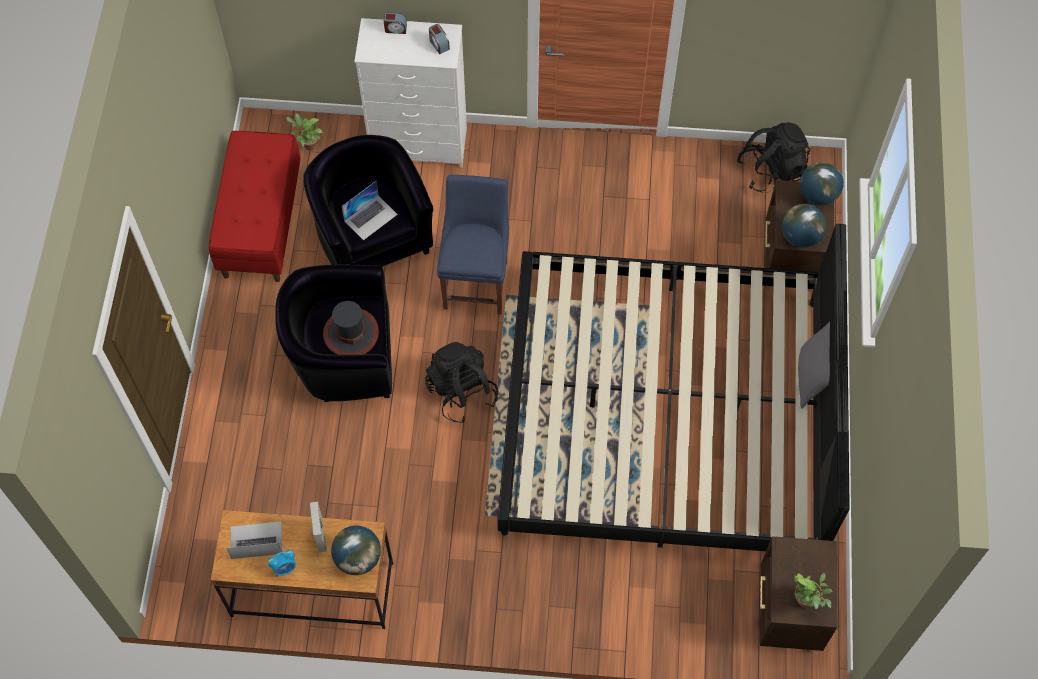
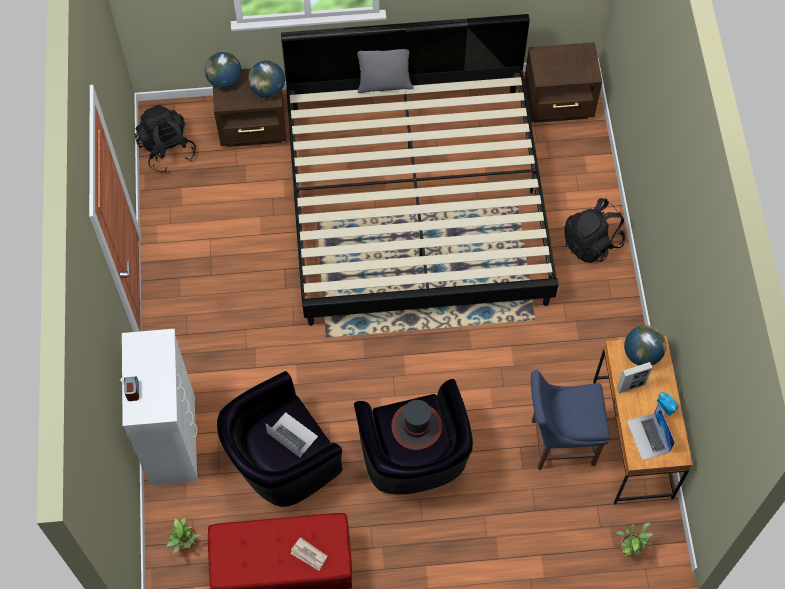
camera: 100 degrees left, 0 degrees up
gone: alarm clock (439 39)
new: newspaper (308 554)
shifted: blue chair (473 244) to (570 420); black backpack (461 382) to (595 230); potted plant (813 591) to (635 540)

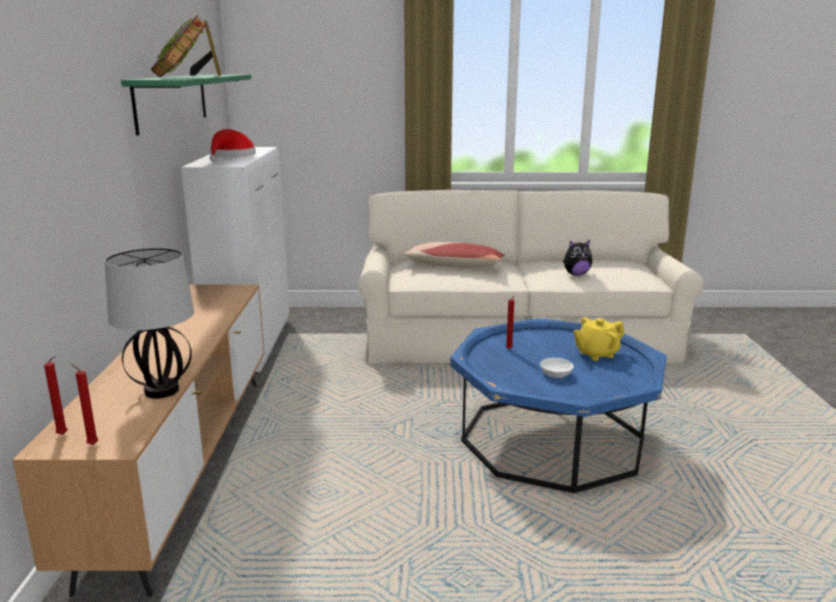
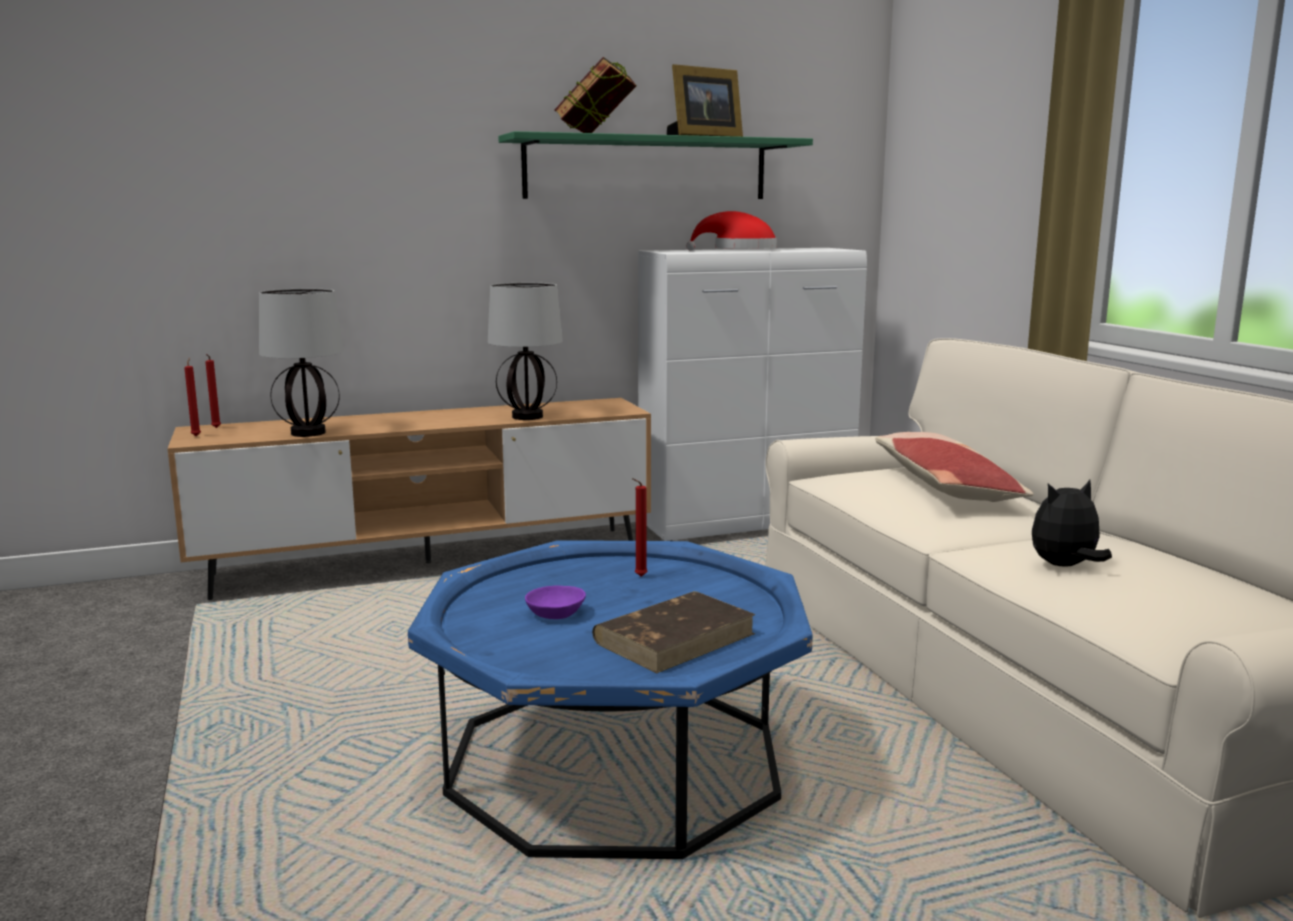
camera: 70 degrees right, 5 degrees down
new: table lamp (525 351)
swapped: yellow teapot (598 339) to brown book (674 632)
repainted: white bowl (557 368) to purple bowl (555 602)
rotated: plush toy (577 258) = (1072 523) 105 degrees clockwise

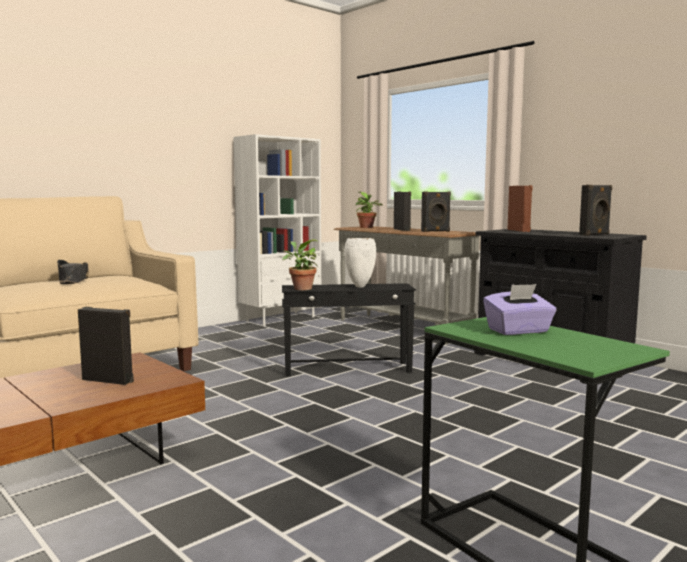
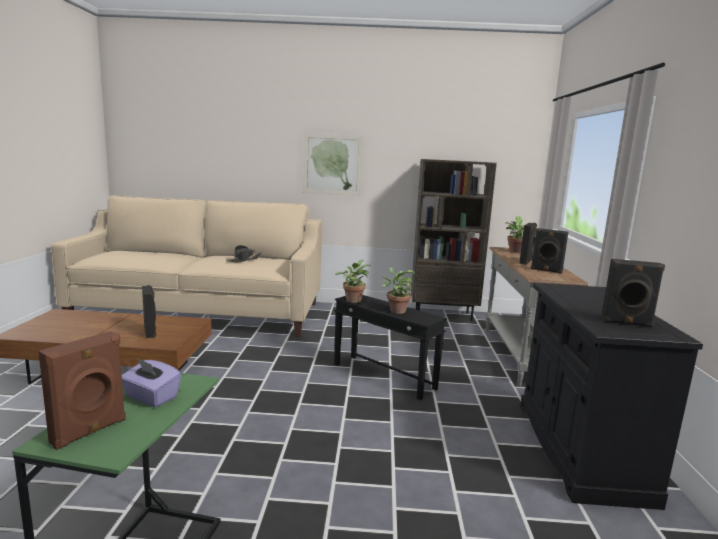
camera: 45 degrees right, 5 degrees up
new: picture (333 164)
shifted: brown speaker (520 208) to (82 390)
swapped: white vase (360 263) to potted plant (398 290)
repainted: white bookcase (277 230) to brown bookcase (454 240)

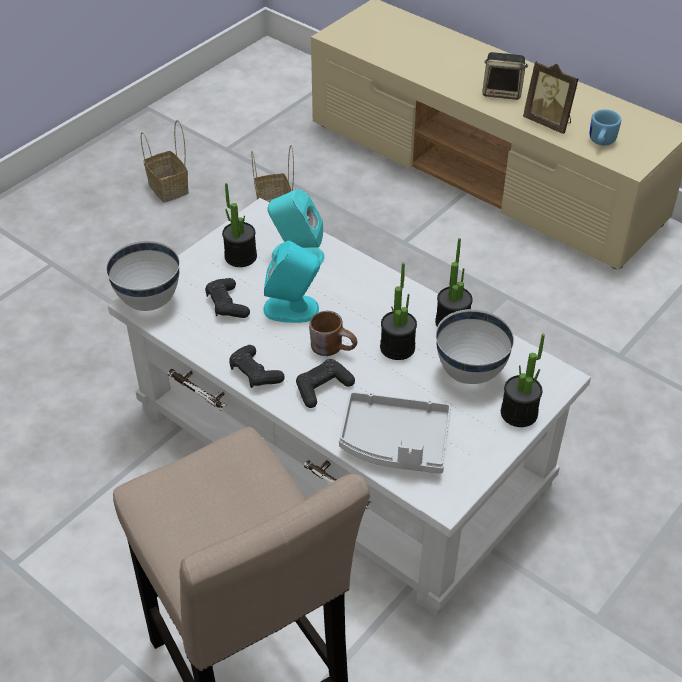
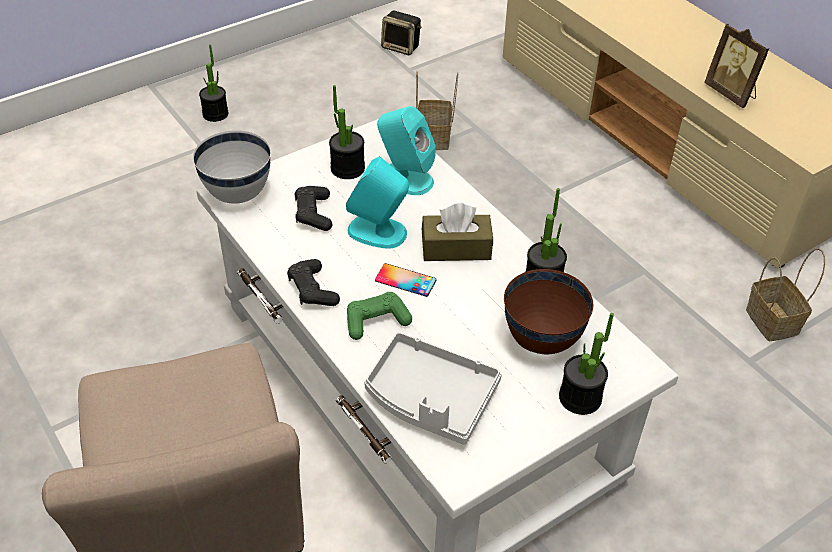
camera: 15 degrees right, 0 degrees up
gone: blue mug (605 127)
new: brown tissue box (457 232)
shifted: potted plant (398 311) to (214 83); speaker (505 76) to (401 33); basket (165 161) to (785 294)
swapped: brown mug (333 333) to phone (405 280)
repainted: black game controller (325 383) to green game controller (379 316); white bowl (475 346) to brown bowl (548 311)

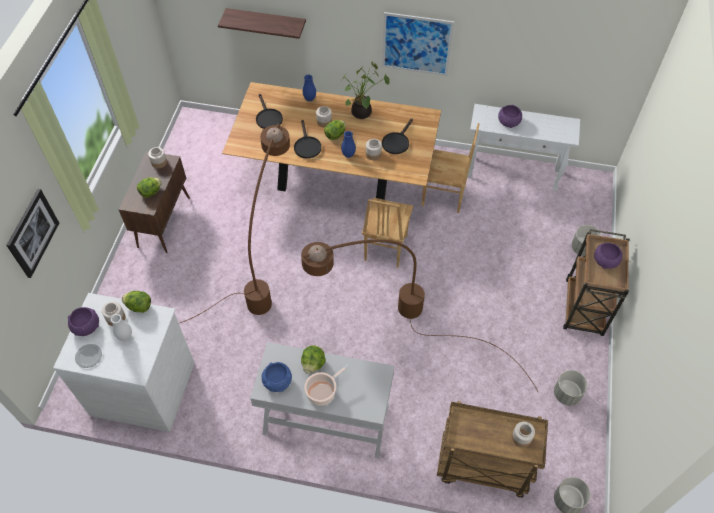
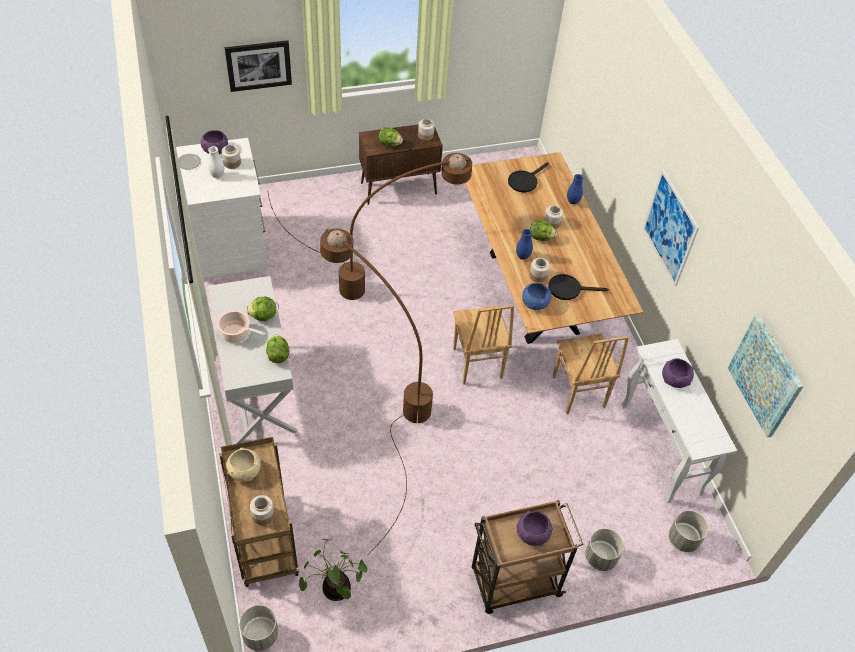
camera: 60 degrees right, 5 degrees down
gone: shelf (262 23); black frying pan (307 139)
new: beige bowl (243 465); picture (766 376)
shifted: lettuce (136 302) to (277 349); potted plant (366 90) to (333 570); blue bowl (277 377) to (537 296); grey planter (571 388) to (689 531)
rotated: brown chair (387 232) = (483 345) 90 degrees counterclockwise

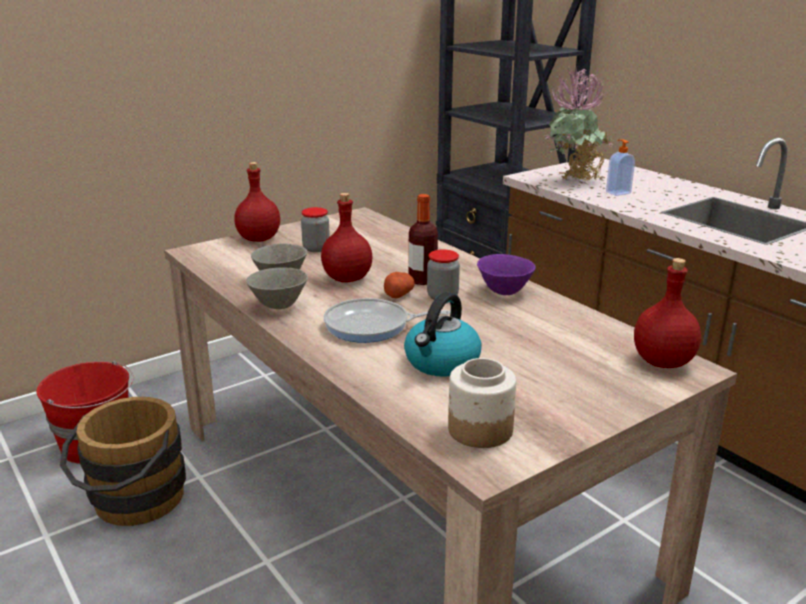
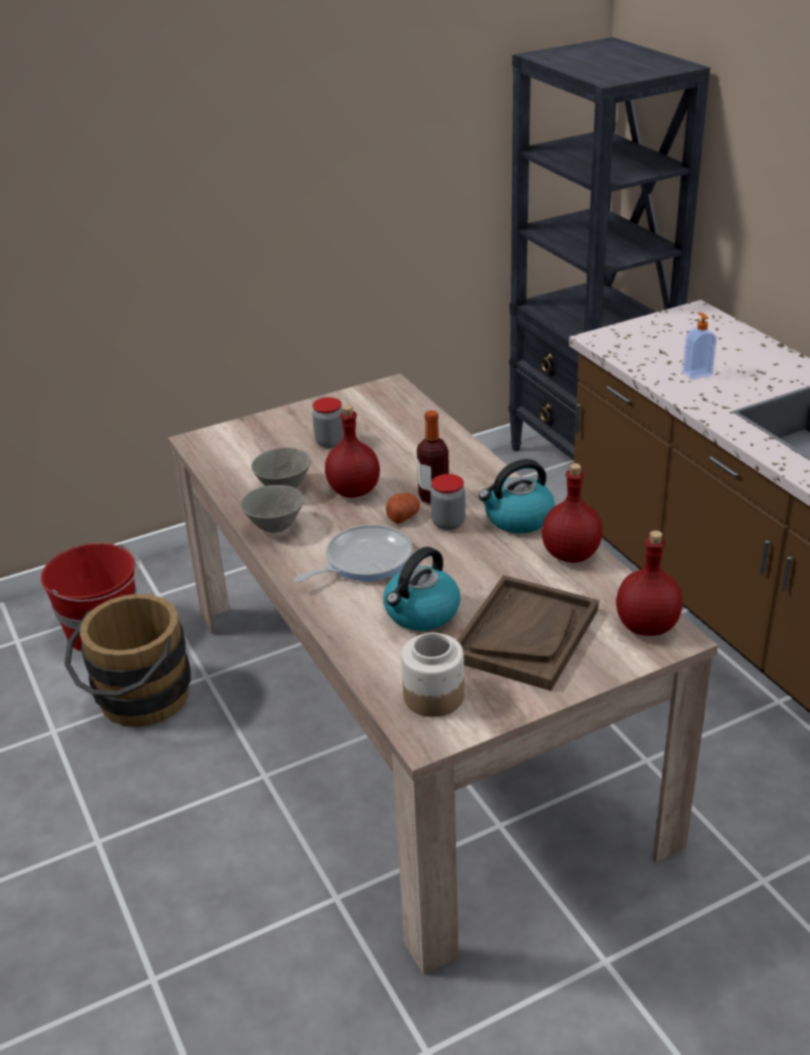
camera: 10 degrees right, 10 degrees up
gone: potted plant (579 123)
new: brown tray (528 633)
shifted: red bottle (257 202) to (572 513)
swapped: purple bowl (506 274) to kettle (516 496)
rotated: frying pan (387 320) = (353 553) 135 degrees clockwise

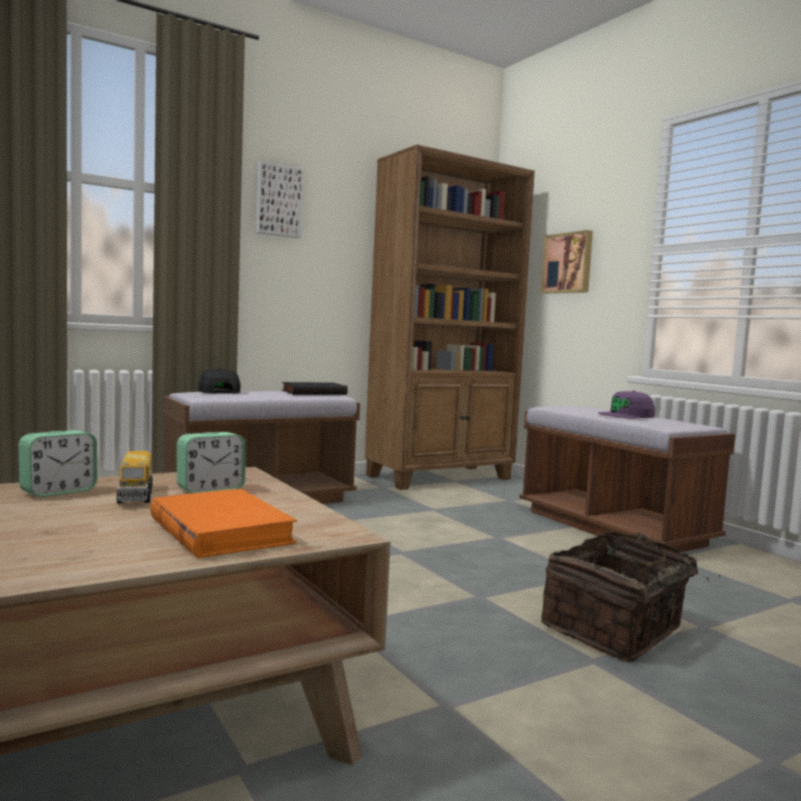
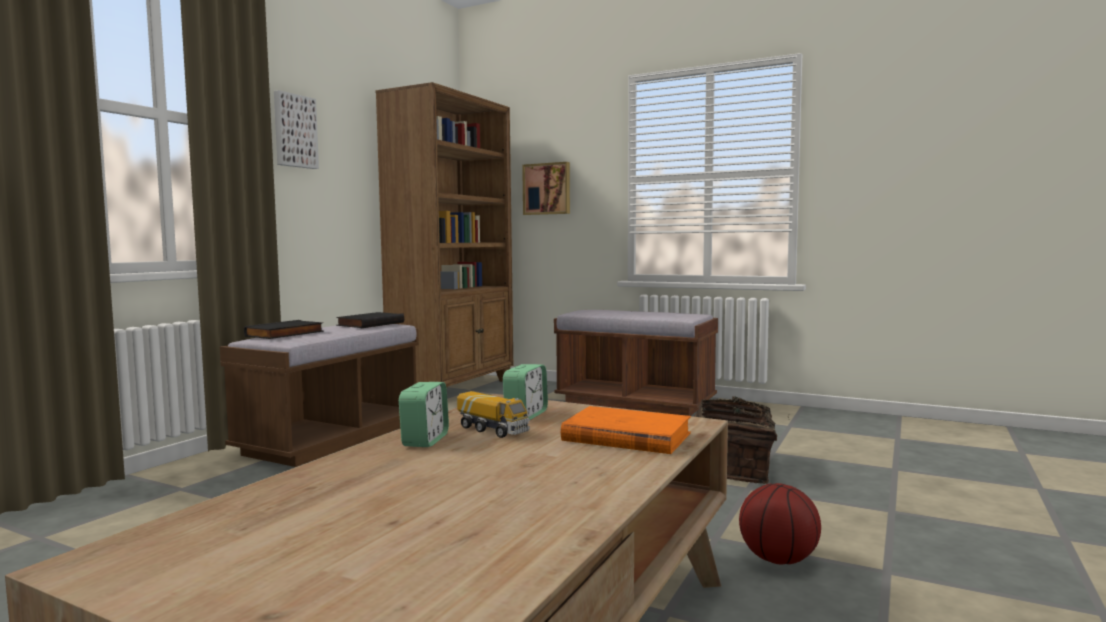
camera: 30 degrees left, 0 degrees up
gone: purple cap (626 404)
new: basketball (780 523)
swapped: black cap (218 381) to black book (284 329)

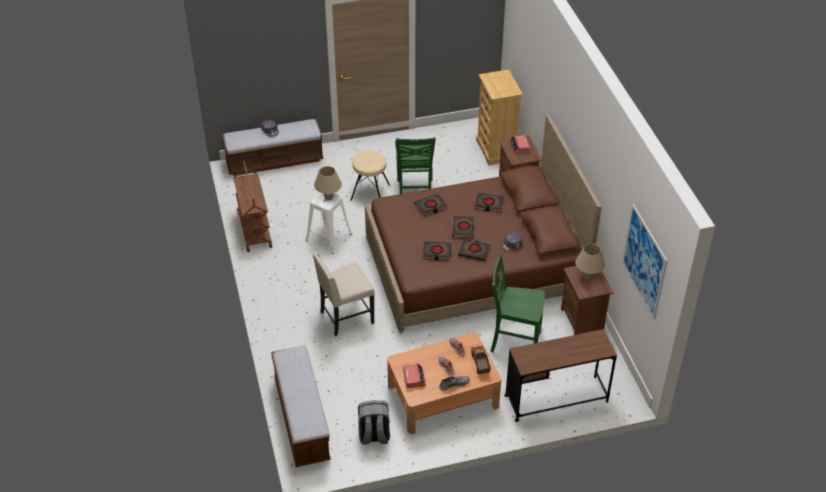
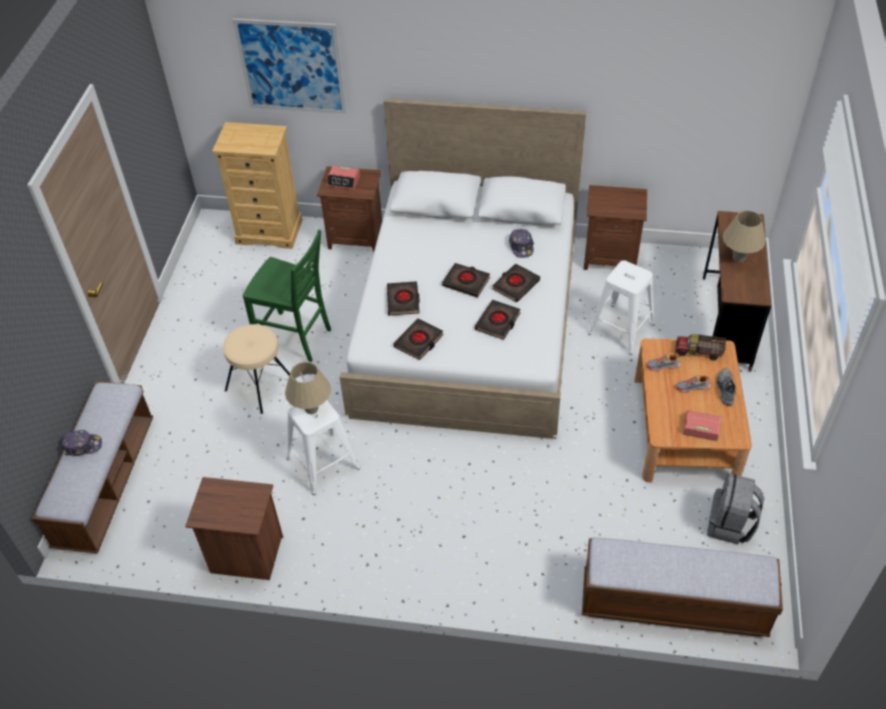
camera: 65 degrees left, 5 degrees up
gone: beige chair (343 294)
shifted: picture (645 262) to (290 66); black book (489 202) to (419 339); beige table lamp (590 262) to (744 236)
swapped: brown cart (252 206) to brown nightstand (234 528); green chair (518 303) to white stool (621 307)
repainted: brown bed (483 224) to white bed (462 269)

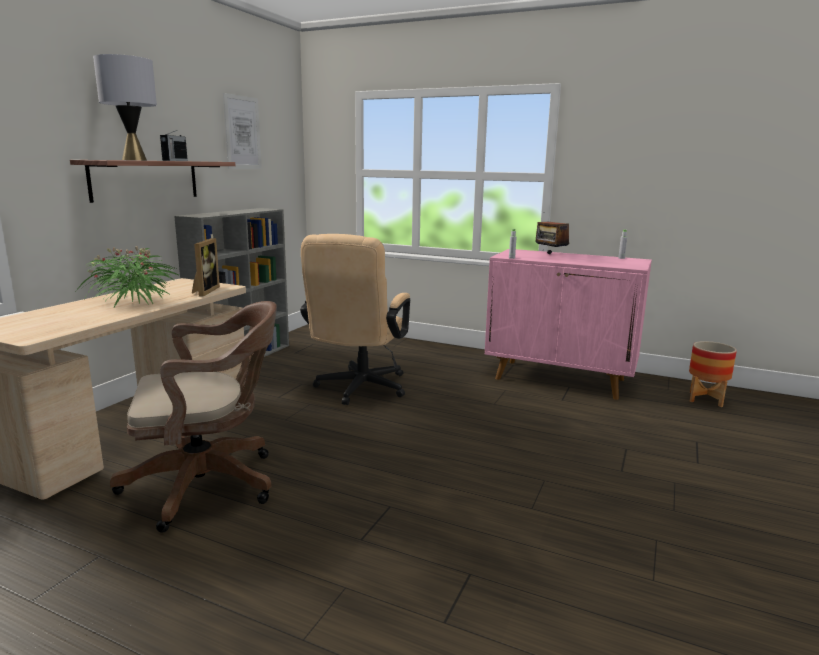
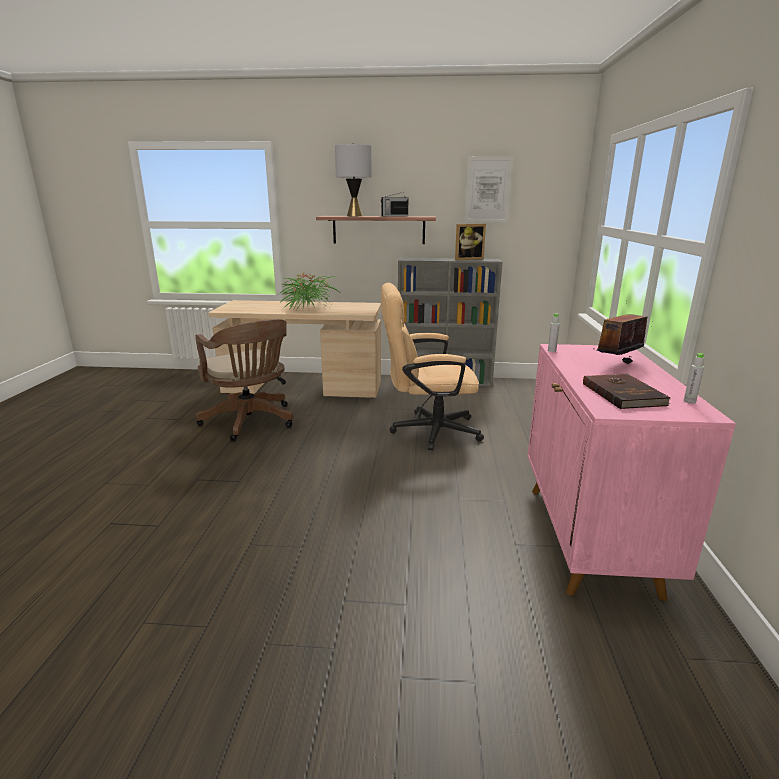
camera: 70 degrees right, 5 degrees up
gone: planter (713 374)
new: brown book (626 391)
shifted: picture frame (206 267) to (470 242)

